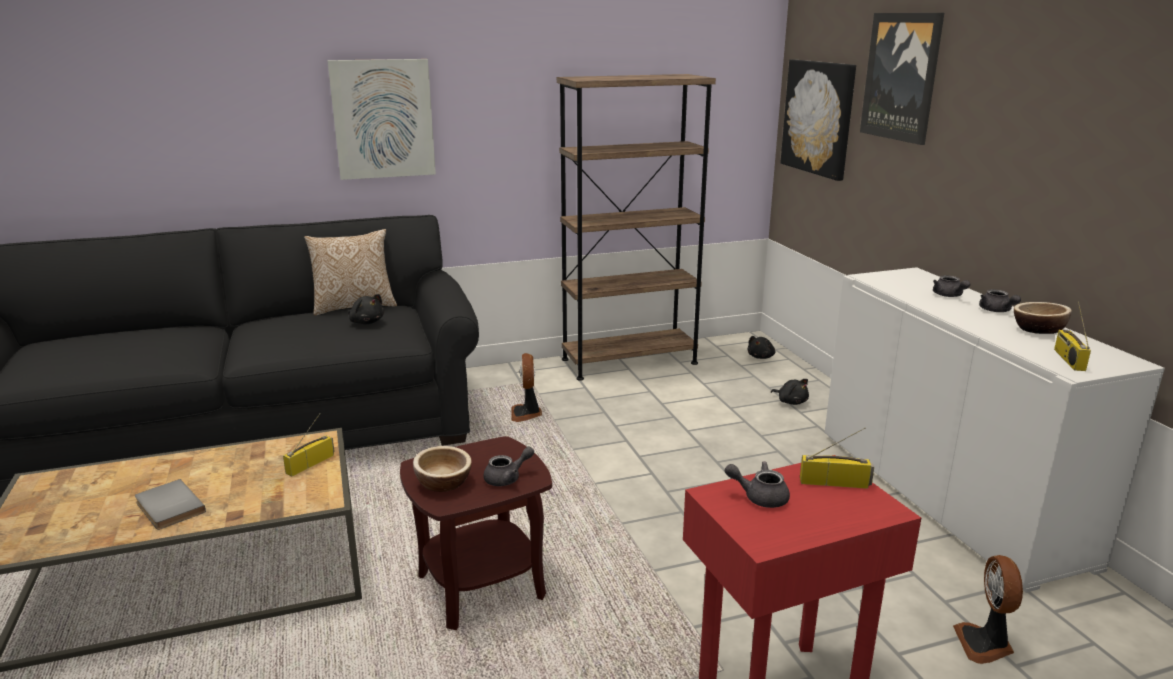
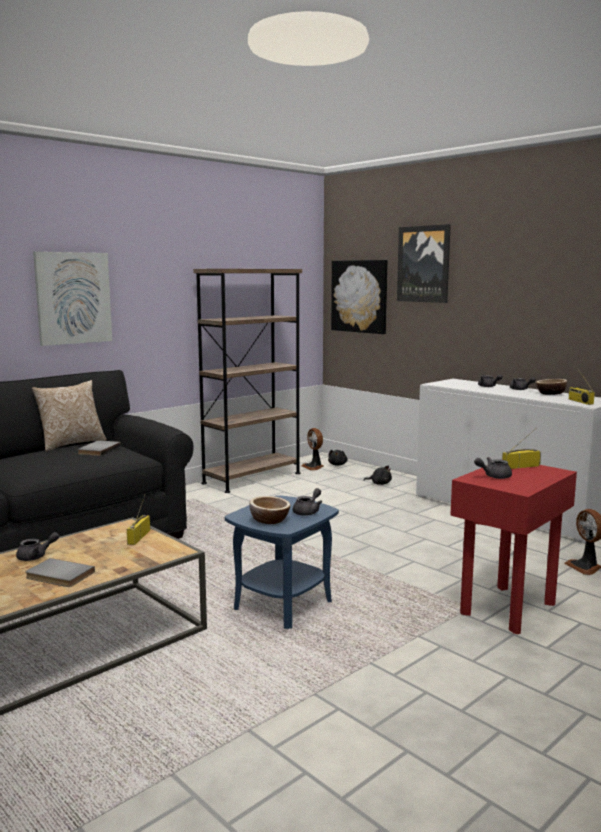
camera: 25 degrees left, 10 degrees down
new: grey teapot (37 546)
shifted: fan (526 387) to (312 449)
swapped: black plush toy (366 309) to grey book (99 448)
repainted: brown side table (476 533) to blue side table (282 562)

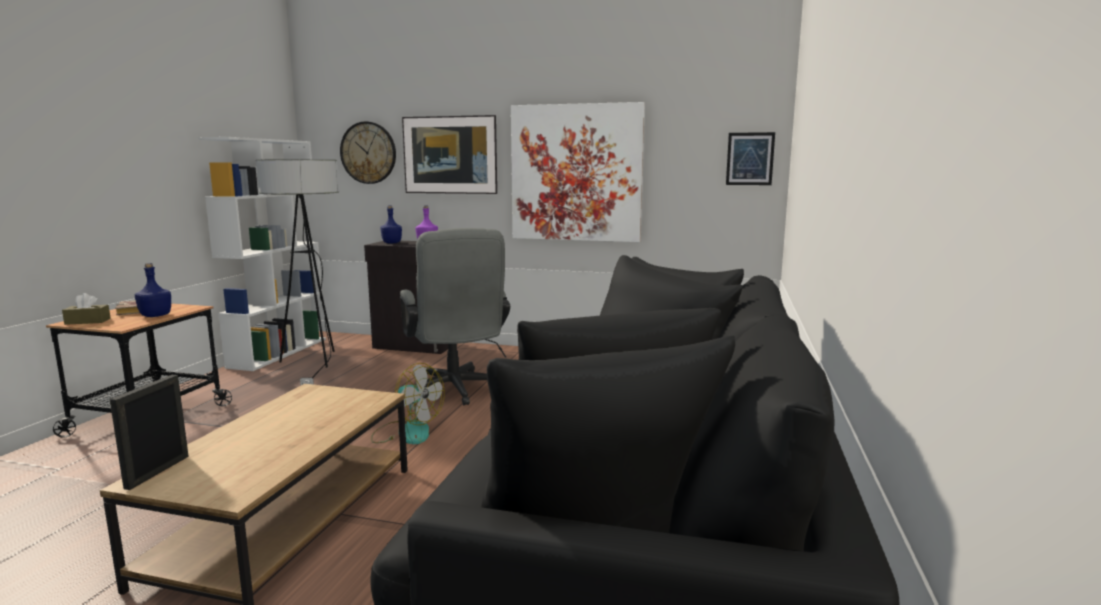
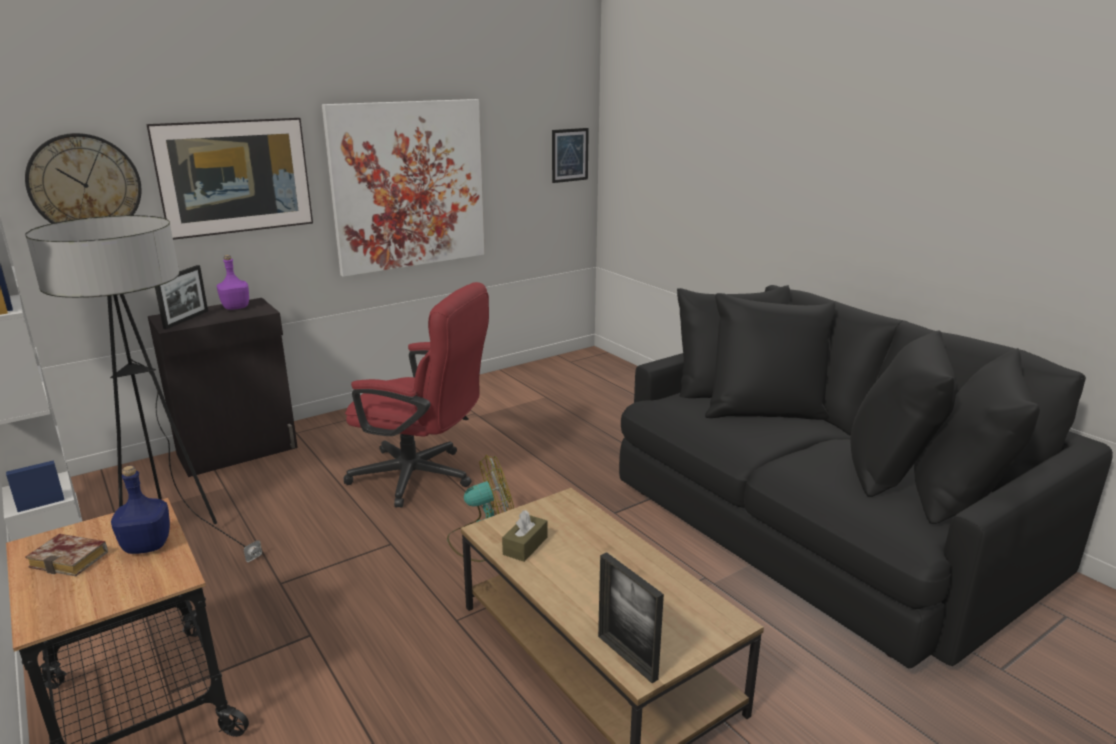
camera: 50 degrees left, 10 degrees up
shifted: brown tissue box (86 309) to (525 536)
swapped: blue bottle (391 224) to picture frame (181 297)
repainted: grey office chair (455 316) to red office chair (416 395)

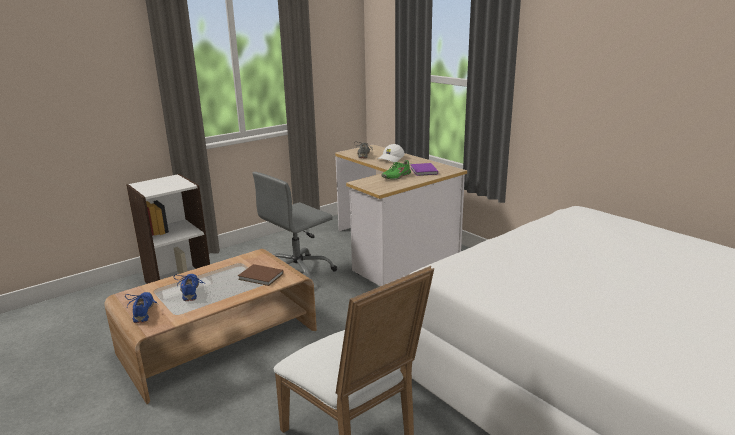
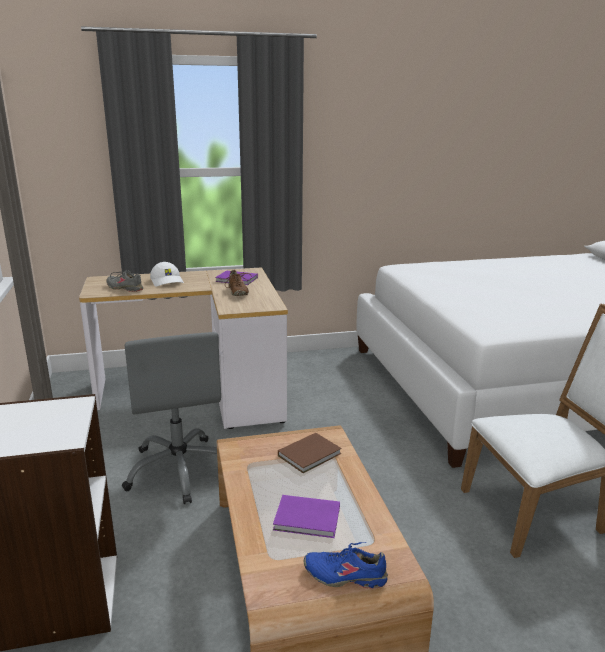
camera: 65 degrees left, 0 degrees up
swapped: blue shoe (188 287) to purple book (306 516)
repainted: green shoe (396 170) to brown shoe (236 283)

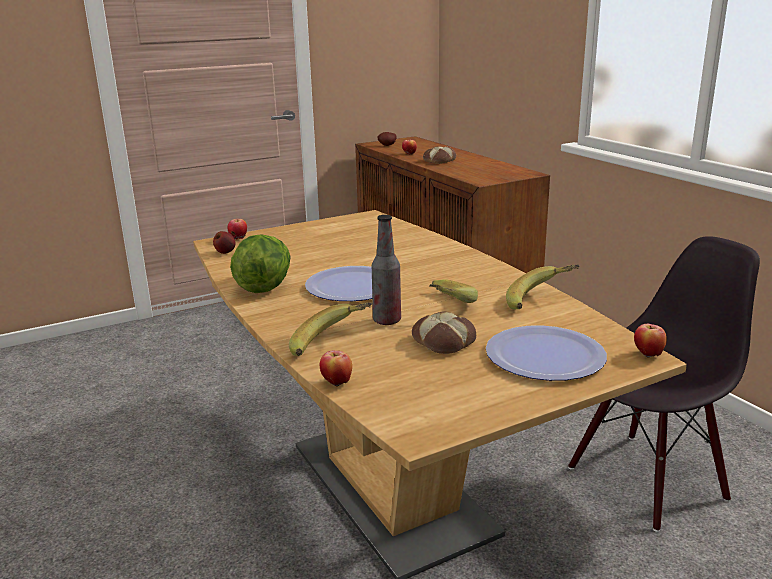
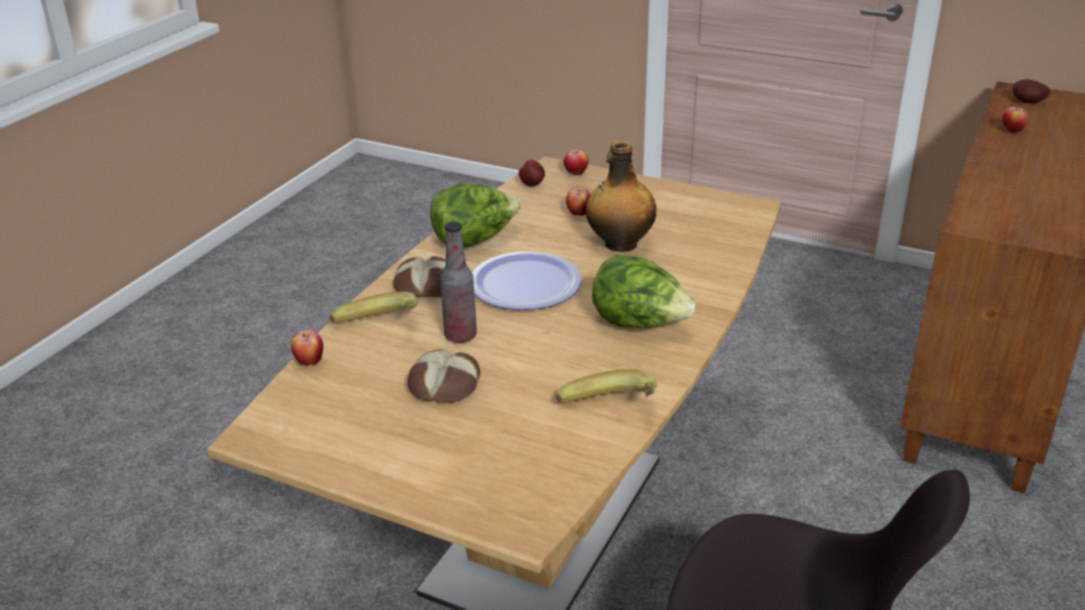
camera: 55 degrees right, 10 degrees up
gone: banana (453 291); plate (546 353)
new: bottle (621 196); lettuce (644 291)
shifted: bread (439 155) to (419 277); apple (650 341) to (578 202)

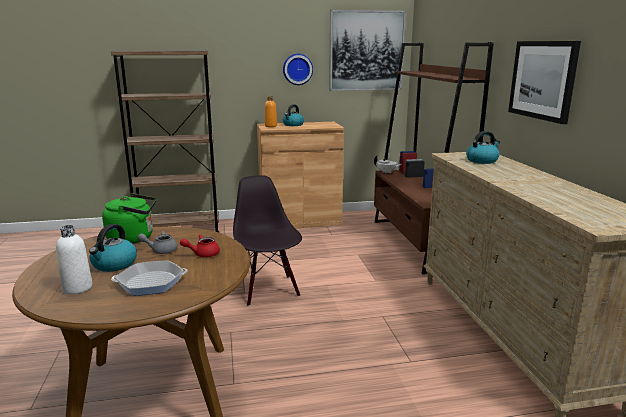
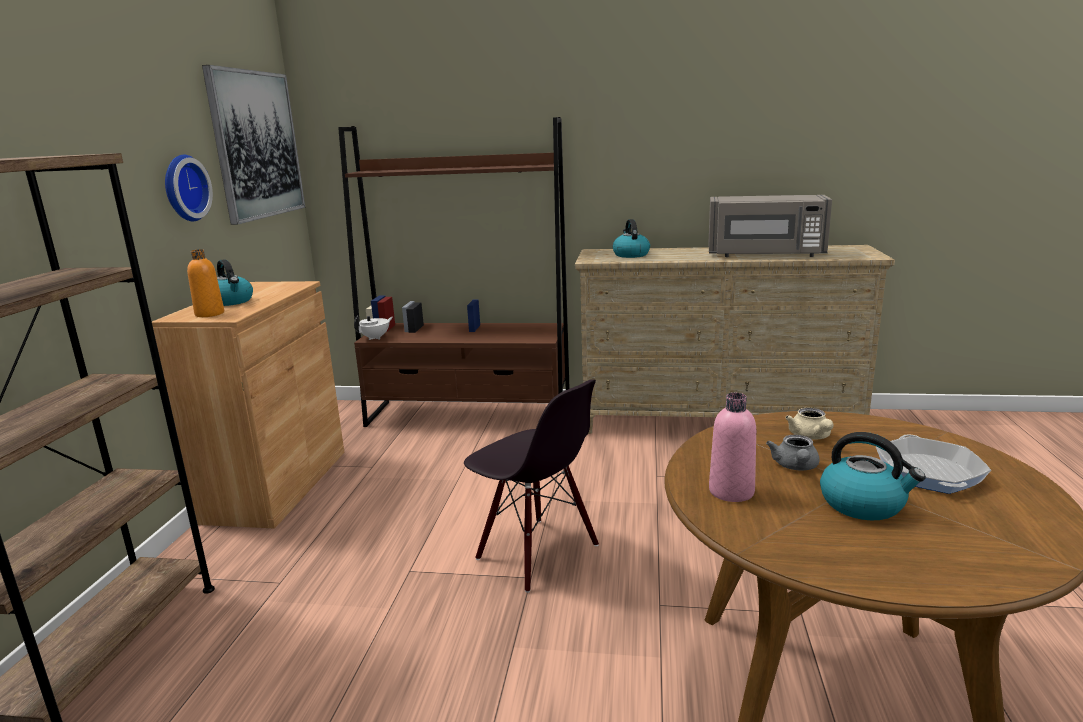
camera: 70 degrees left, 0 degrees up
gone: white bottle (74 259); picture (544 82)
new: grey microwave (770 226)
swapped: green kettle (129 218) to pink bottle (732 447)
repainted: red teapot (200 245) to beige teapot (809 424)
rotated: black chair (267 240) = (531 486) 135 degrees counterclockwise

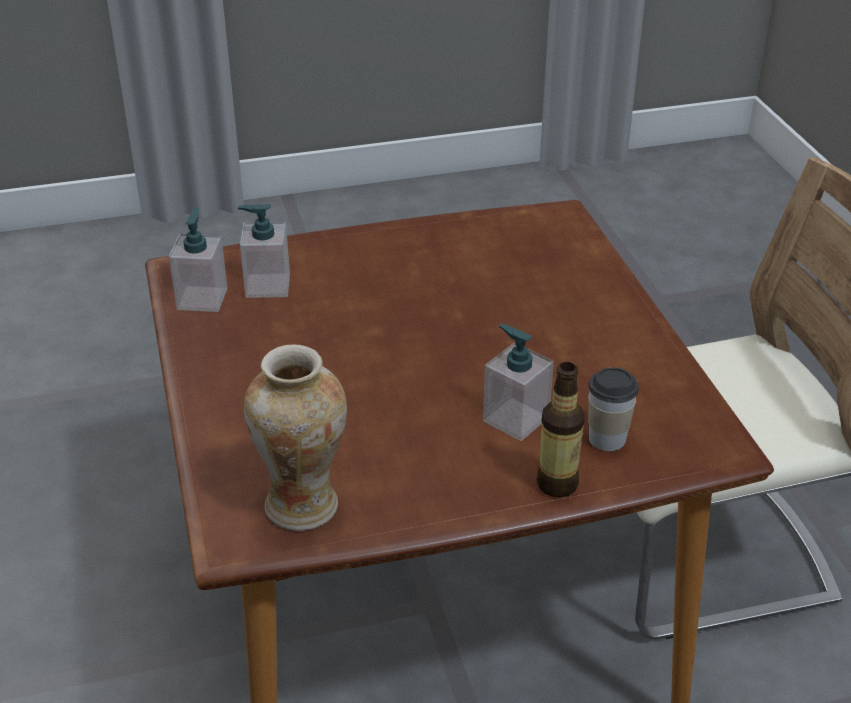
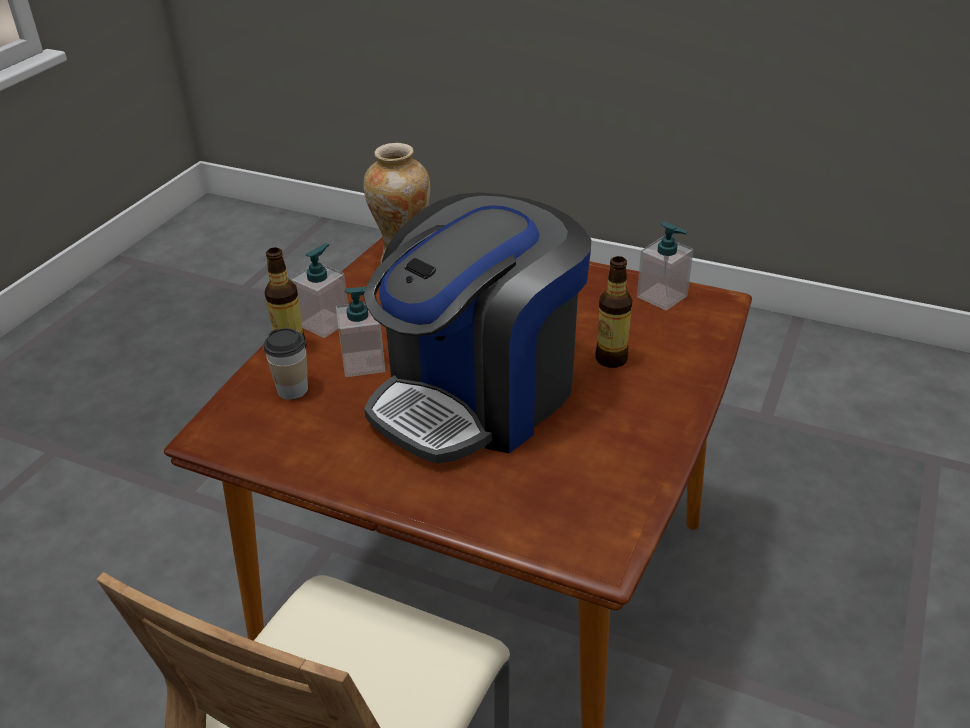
camera: 130 degrees right, 0 degrees up
new: coffee machine (477 328); bottle (613 312)
shifted: soap dispenser (264 251) to (319 290)

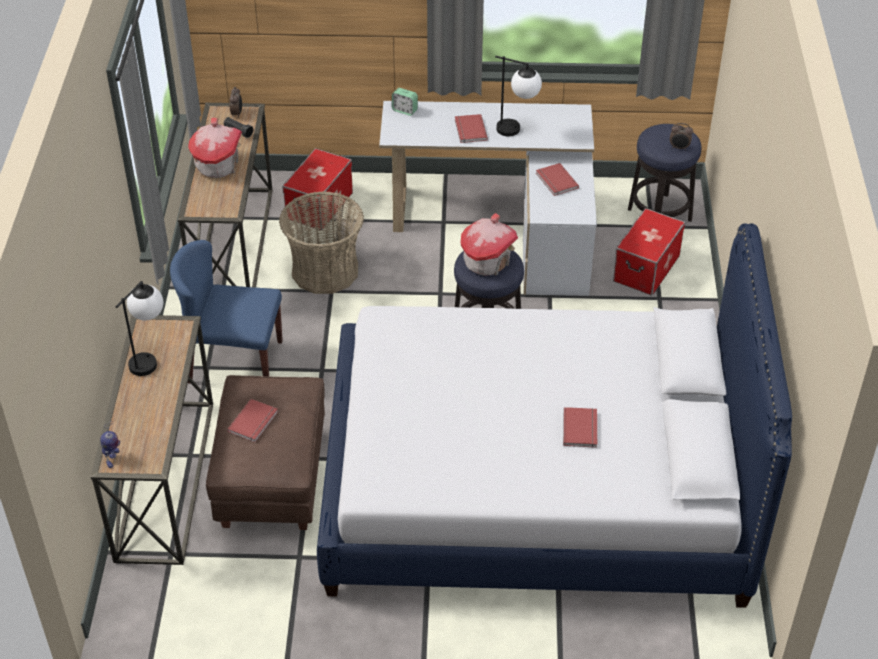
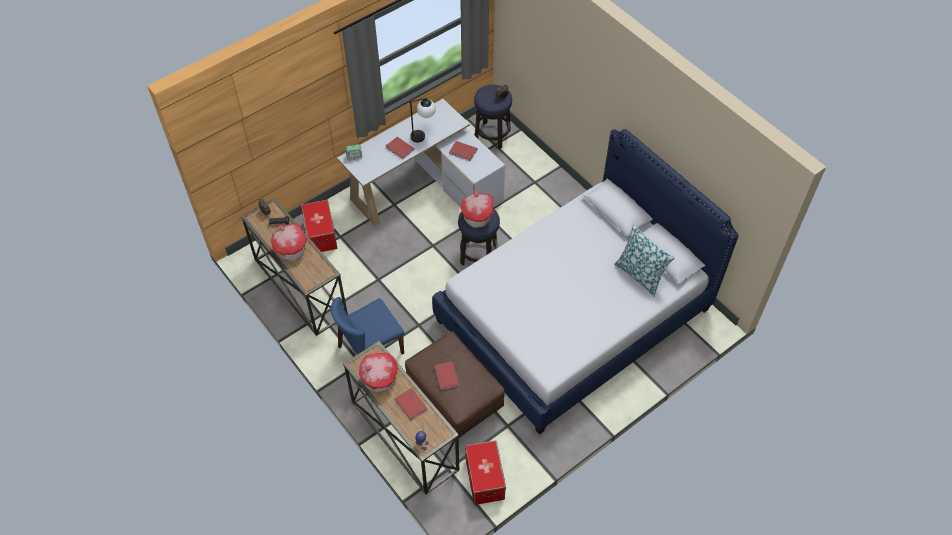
camera: 40 degrees left, 10 degrees up
gone: basket (321 242)
new: pillow (644 260)
shifted: red book (580 427) to (411 404); storage box (649 252) to (485 472)
swapped: table lamp (139 328) to toy house (378 373)

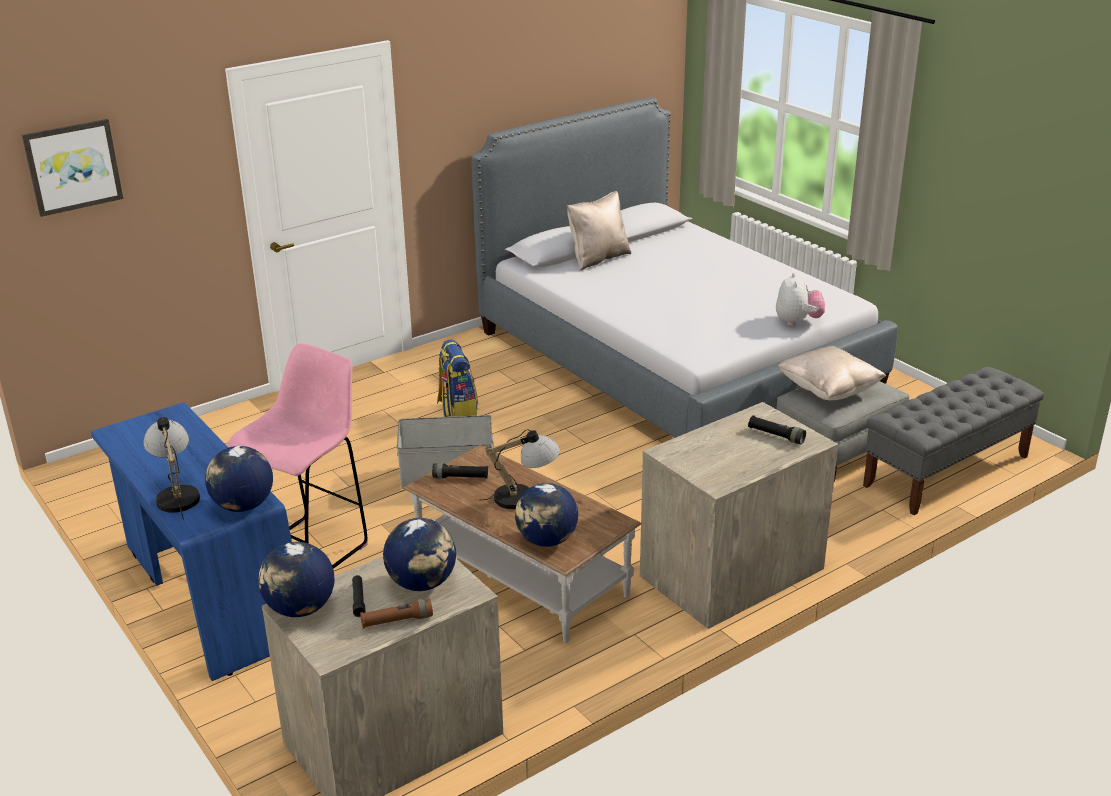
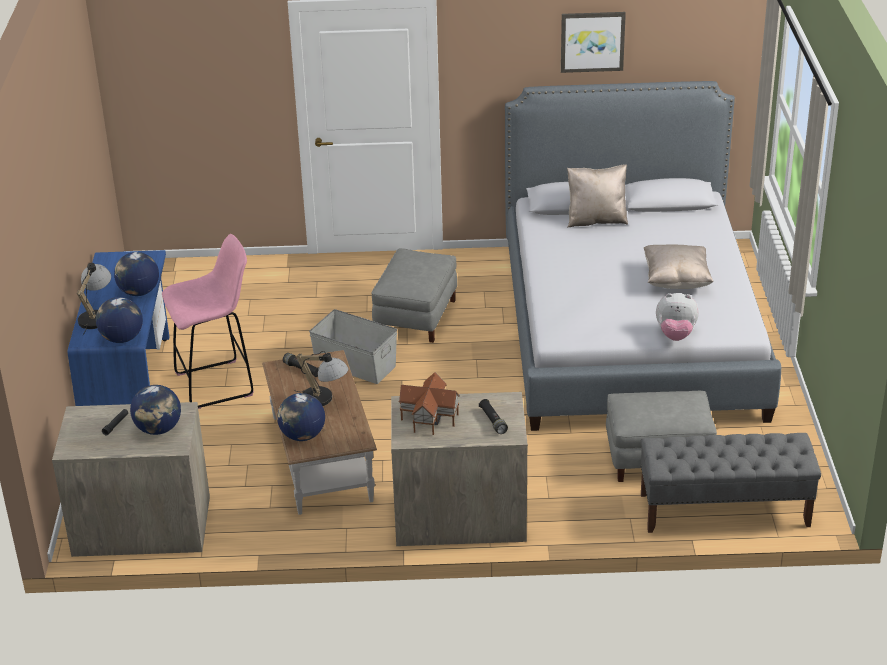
camera: 35 degrees right, 5 degrees up
gone: brown flashlight (396 613)
new: toy house (429 403)
shifted: globe (296 579) to (136 274); picture (72 168) to (593 42); beige pillow (831 373) to (679 266)
swapped: backpack (457 378) to grey ottoman (414 295)
rotated: plush toy (800 299) = (677 317) 60 degrees clockwise

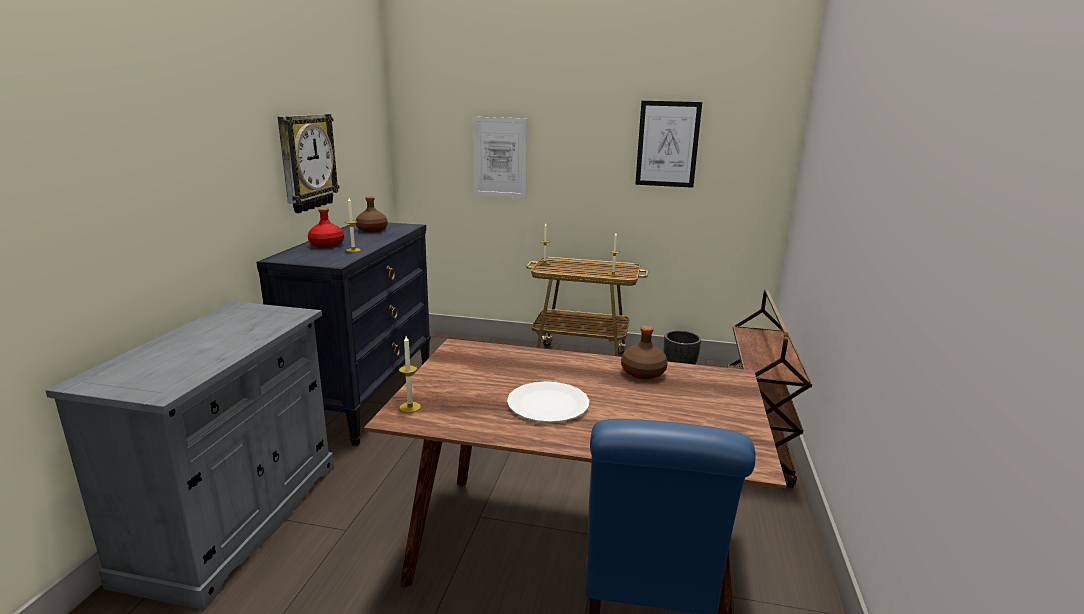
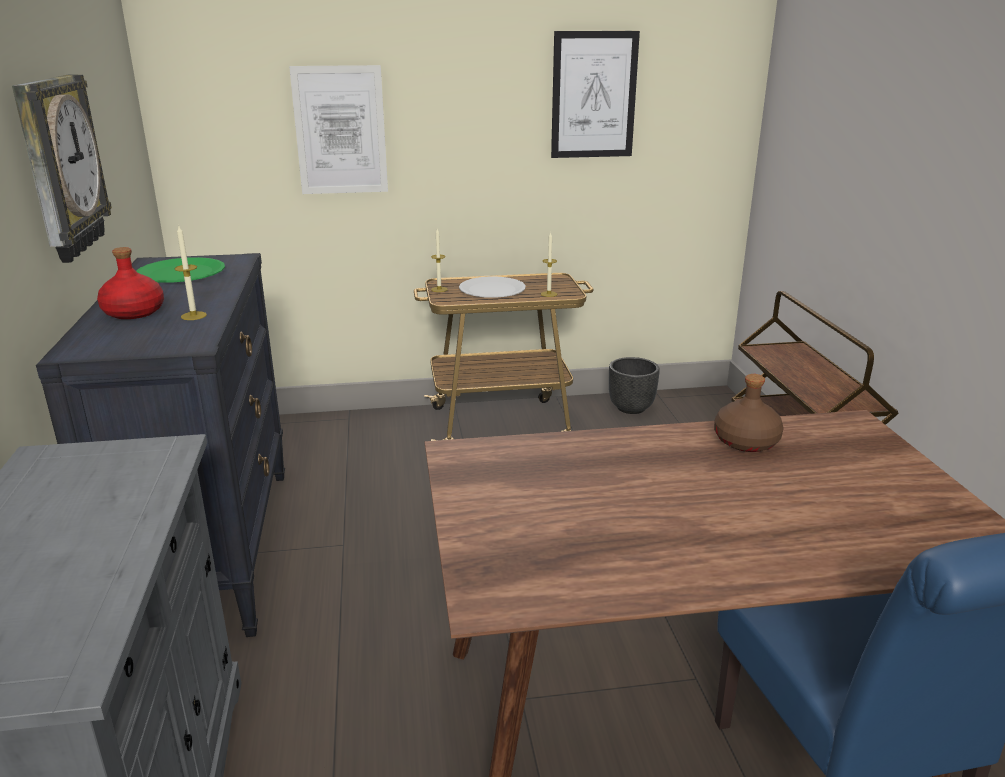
camera: 20 degrees left, 5 degrees up
gone: candle (410 374)
shifted: white plate (548 401) to (492 287)
swapped: brown bottle (372 214) to green plate (180 270)

